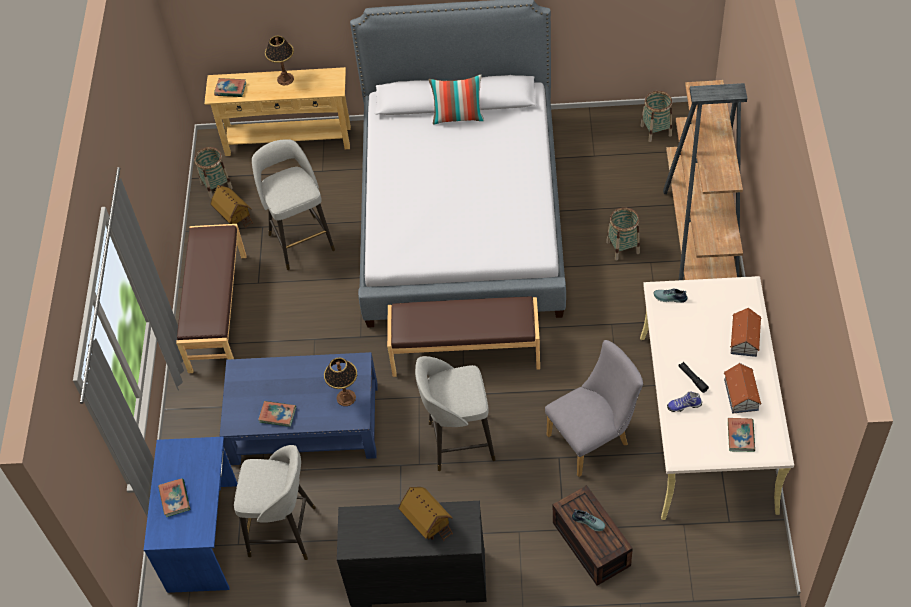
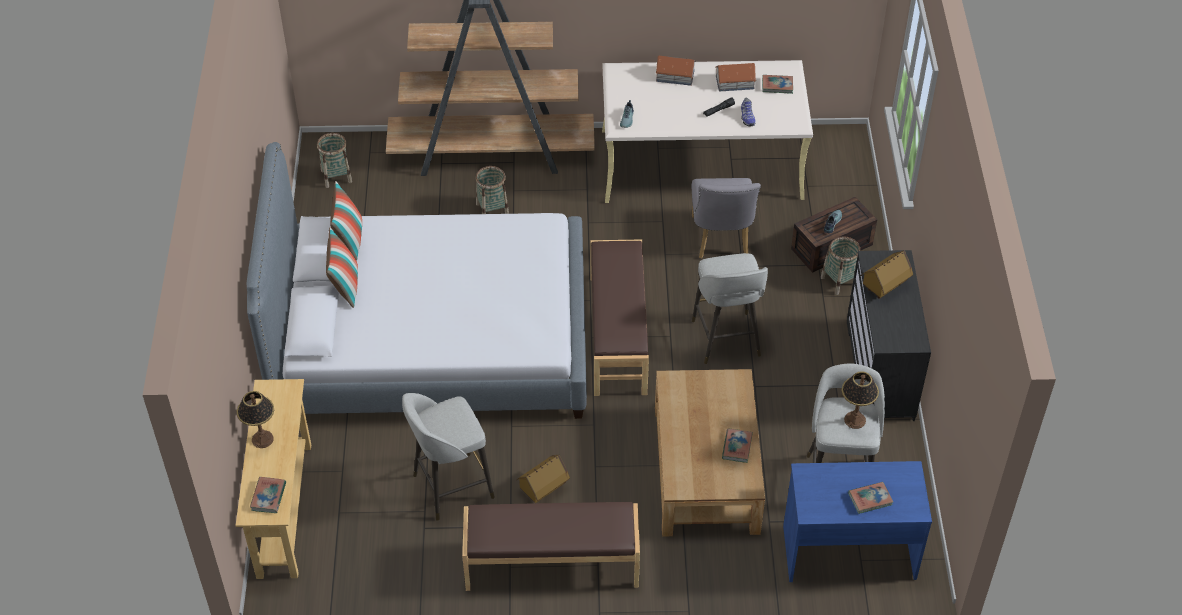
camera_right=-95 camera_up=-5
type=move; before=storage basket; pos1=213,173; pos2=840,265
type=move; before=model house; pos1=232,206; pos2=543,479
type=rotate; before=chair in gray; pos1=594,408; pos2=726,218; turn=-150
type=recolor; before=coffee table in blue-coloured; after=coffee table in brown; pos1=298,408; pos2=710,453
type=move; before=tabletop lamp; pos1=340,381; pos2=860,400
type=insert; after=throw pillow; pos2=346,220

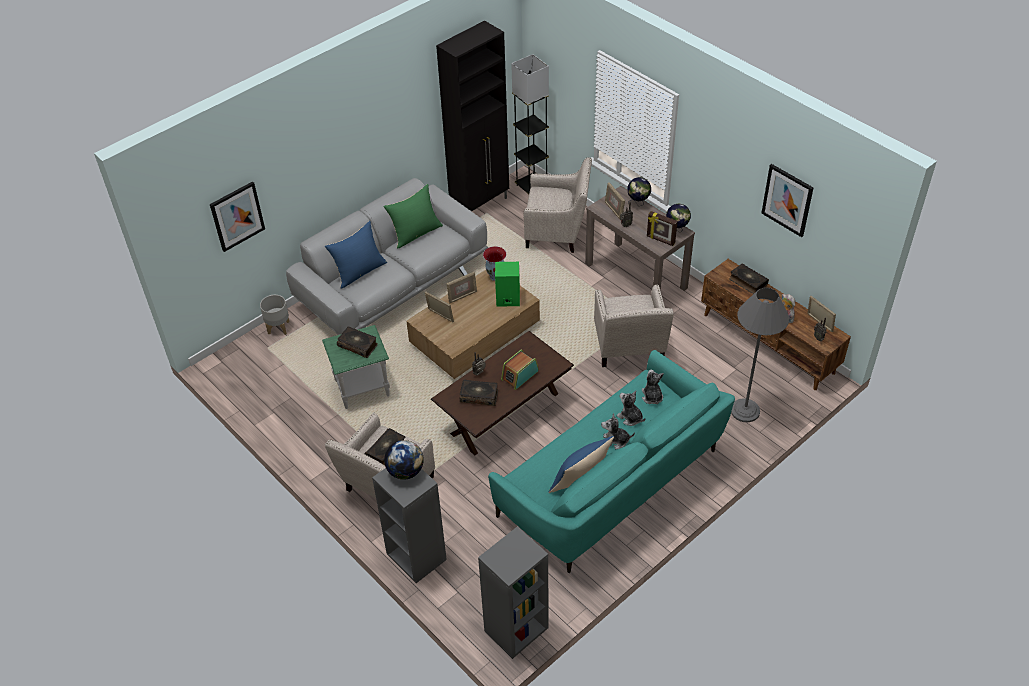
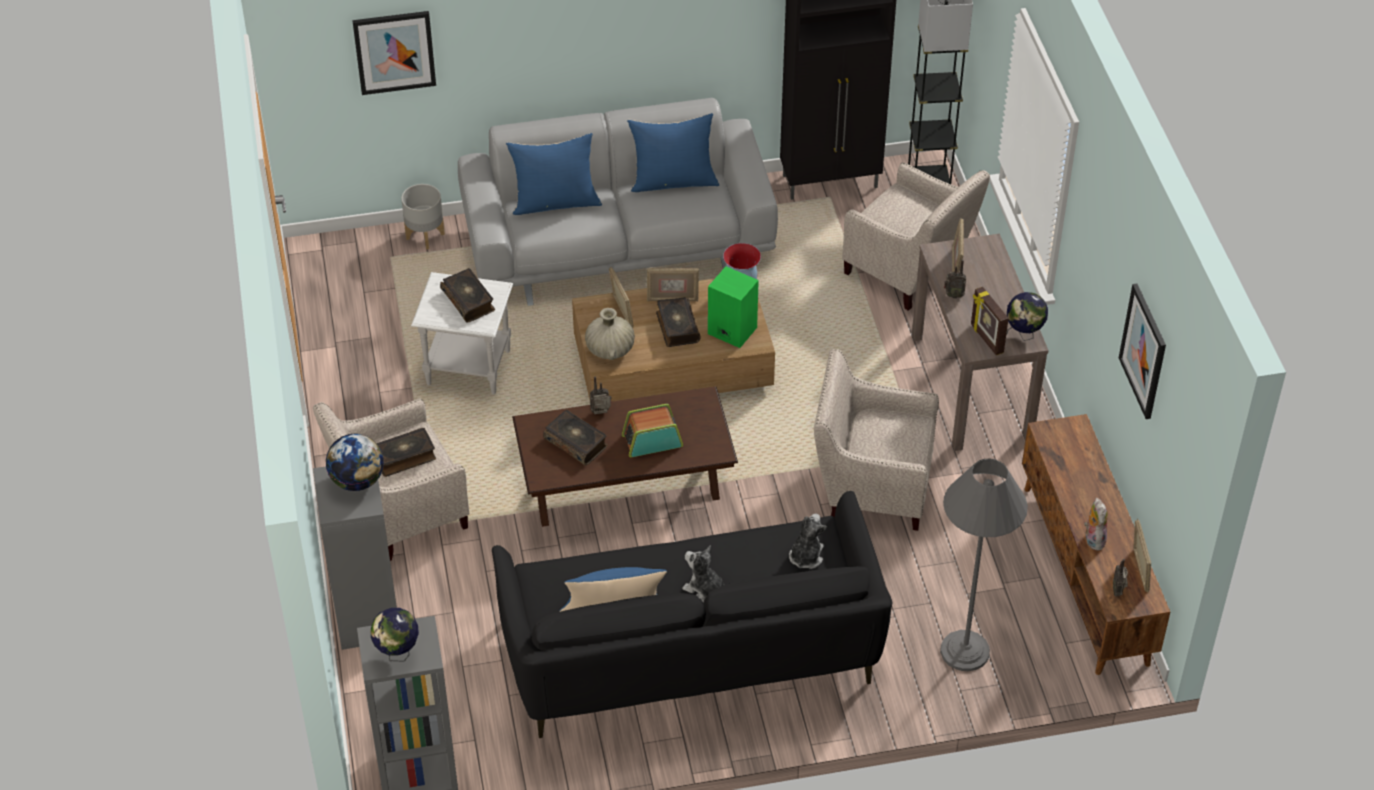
camera_right=30 camera_up=0
type=move; before=world globe; pos1=639,191; pos2=394,635
type=recolor; before=throw pillow in green; after=throw pillow in blue-coloured; pos1=413,216; pos2=673,152
type=move; before=bound book; pos1=749,278; pos2=678,322
type=rotate; before=armchair in sand-coloured; pos1=634,326; pos2=876,440; turn=75
type=recolor; before=end table in green; after=end table in white; pos1=356,367; pos2=462,333
type=recolor; before=settee in blue-green; after=settee in blackish; pos1=611,461; pos2=692,614
type=delete; before=plush toy; pos1=631,408
type=insert; after=vase in sand-coloured; pos2=610,334

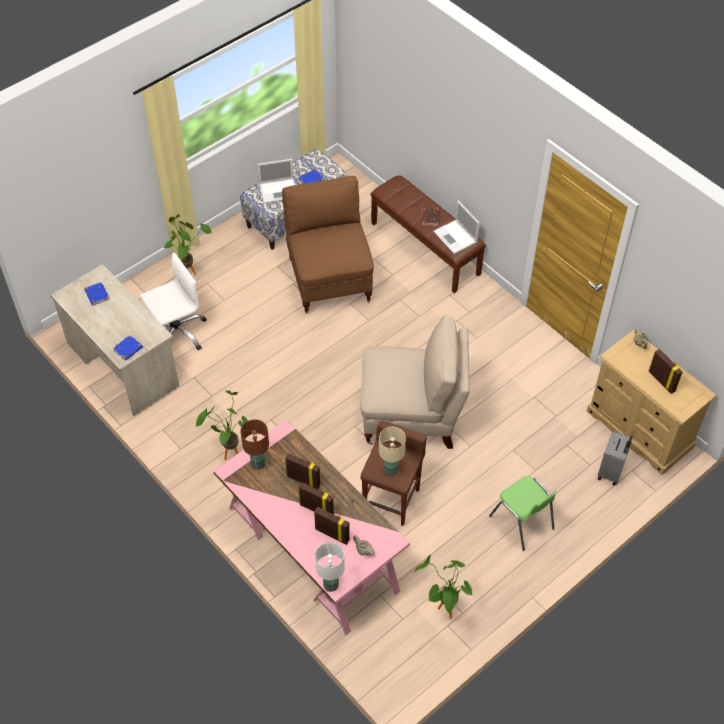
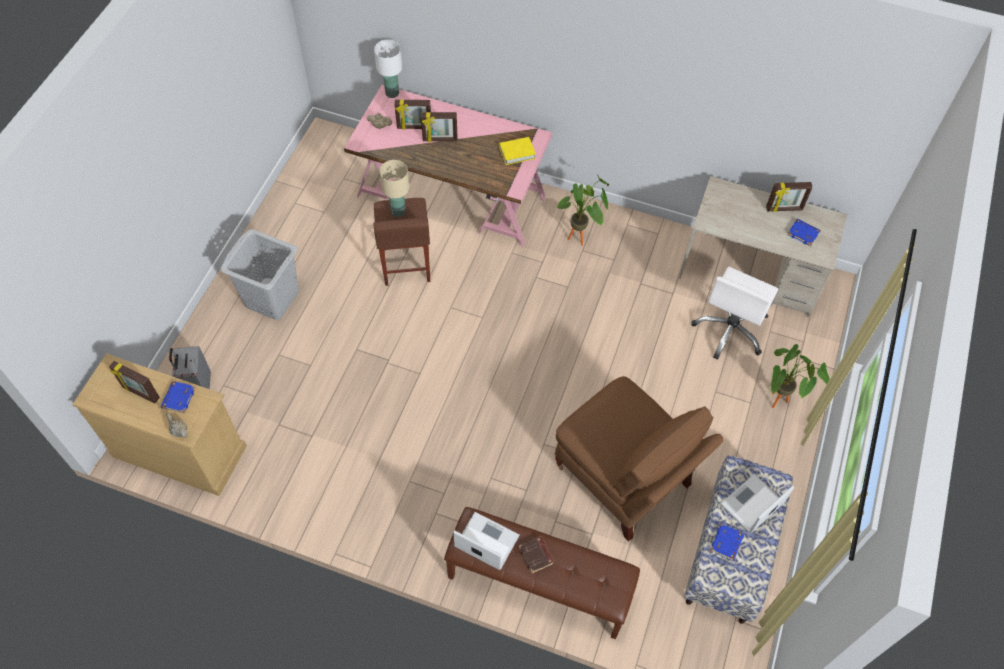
camera_right=150 camera_up=5
type=delete; before=chair in sand-coloured; pos1=415,382
type=move; before=bound book in blue-coloured; pos1=128,348; pos2=178,397
type=replace; before=tabletop lamp in brown; after=bound book in yellow; pos1=254,444; pos2=517,151
type=move; before=photo frame; pos1=303,471; pos2=789,197
type=replace; before=chair in green; after=washing basket in gray; pos1=523,513; pos2=259,274
type=delete; before=potted plant; pos1=443,587

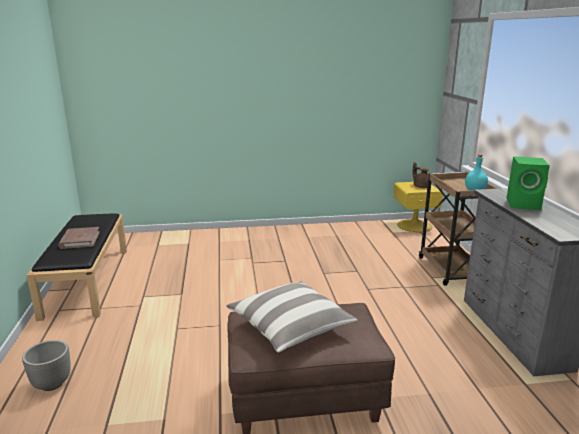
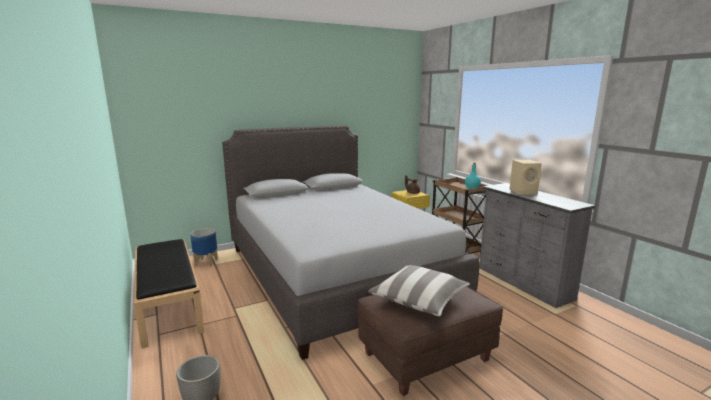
camera_right=-20 camera_up=-5
type=recolor; before=speaker in green; after=speaker in sand-coloured; pos1=528,183; pos2=526,177
type=delete; before=bound book in brown; pos1=79,238
type=insert; after=sleeping bed in gray; pos2=351,242
type=insert; after=flower pot; pos2=204,247

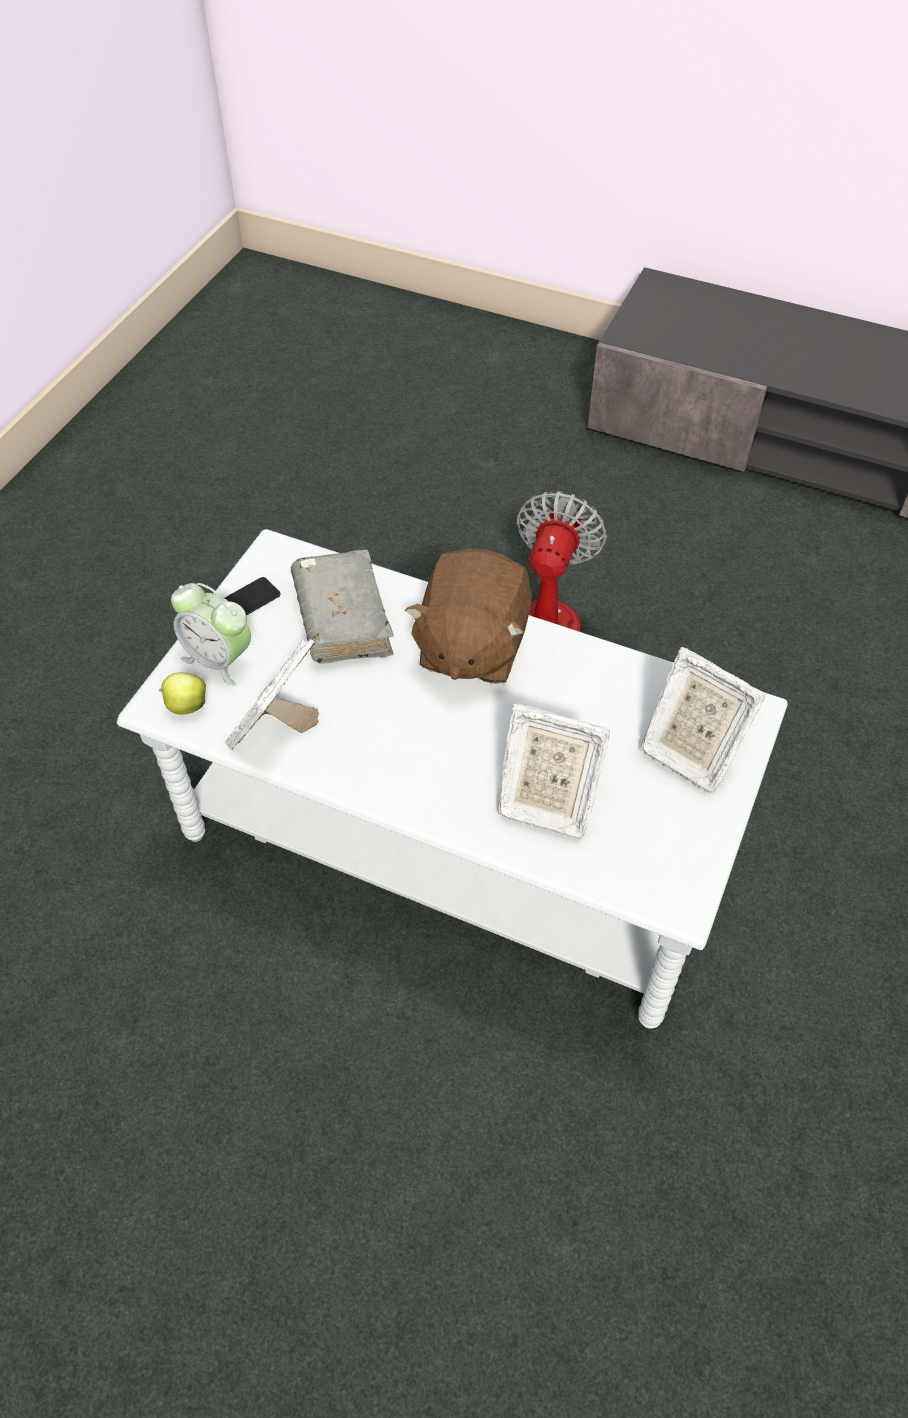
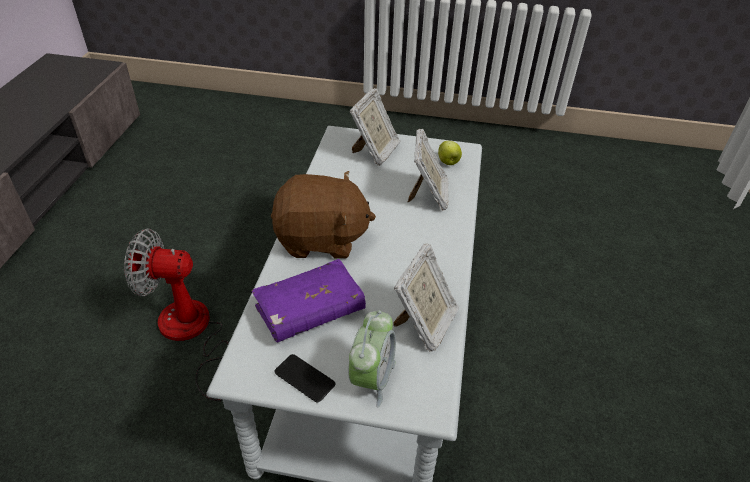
camera_right=-105 camera_up=-10
type=recolor; before=bound book in gray; after=bound book in purple; pos1=342,607; pos2=309,300
type=rotate; before=photo frame; pos1=272,694; pos2=426,297; turn=-75
type=move; before=apple; pos1=182,693; pos2=450,153

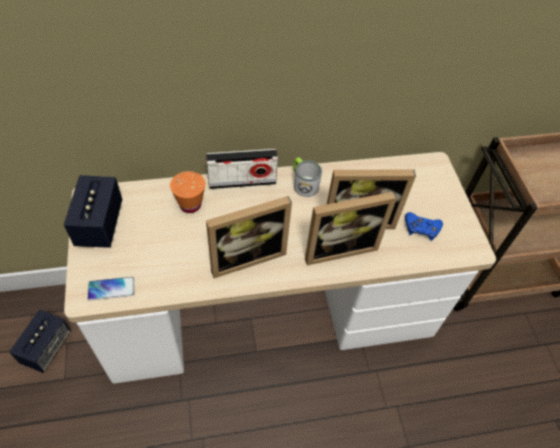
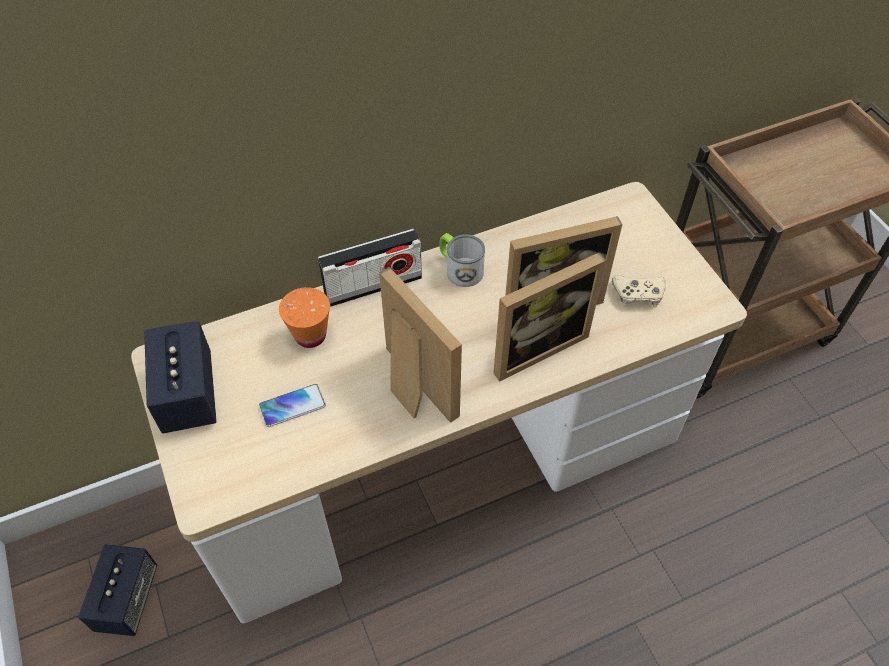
camera_right=-10 camera_up=0
type=rotate; before=photo frame; pos1=249,237; pos2=420,345; turn=-90
type=recolor; before=gamepad in blue-coloured; after=gamepad in sand-coloured; pos1=424,226; pos2=639,291
type=move; before=handset; pos1=111,289; pos2=292,405

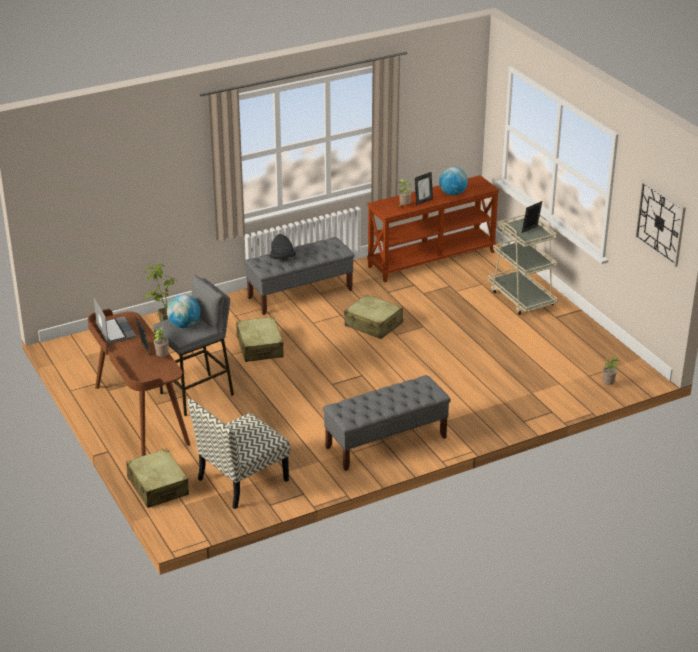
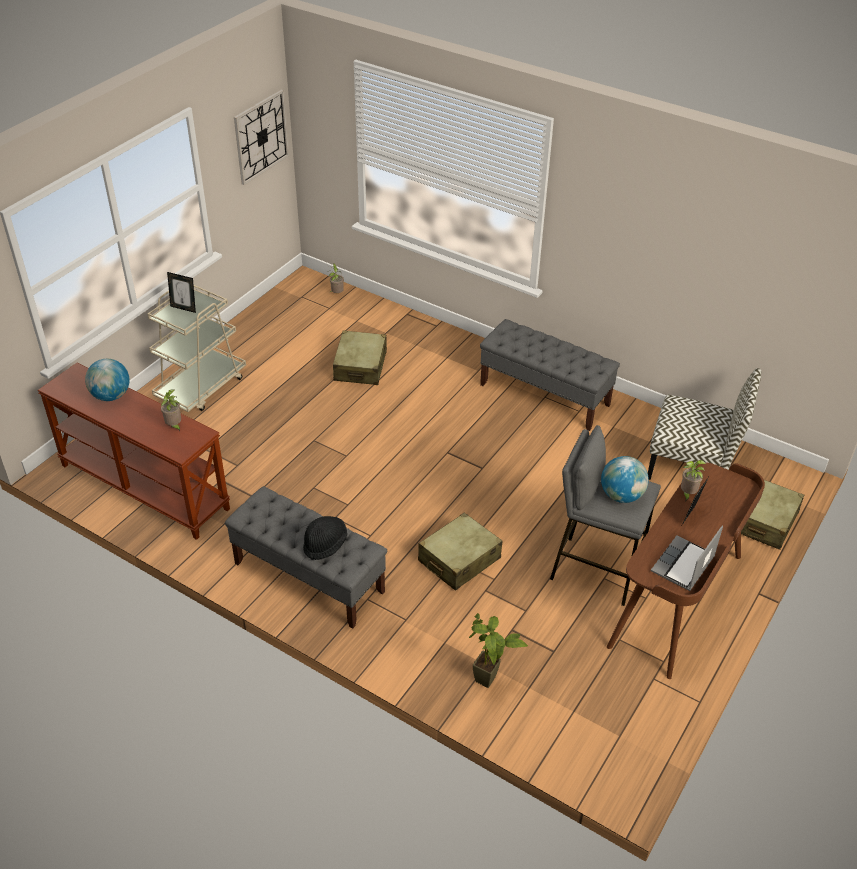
camera_right=-120 camera_up=10
type=delete; before=photo frame; pos1=424,188
type=move; before=travel case in sand-coloured; pos1=373,316; pos2=360,357

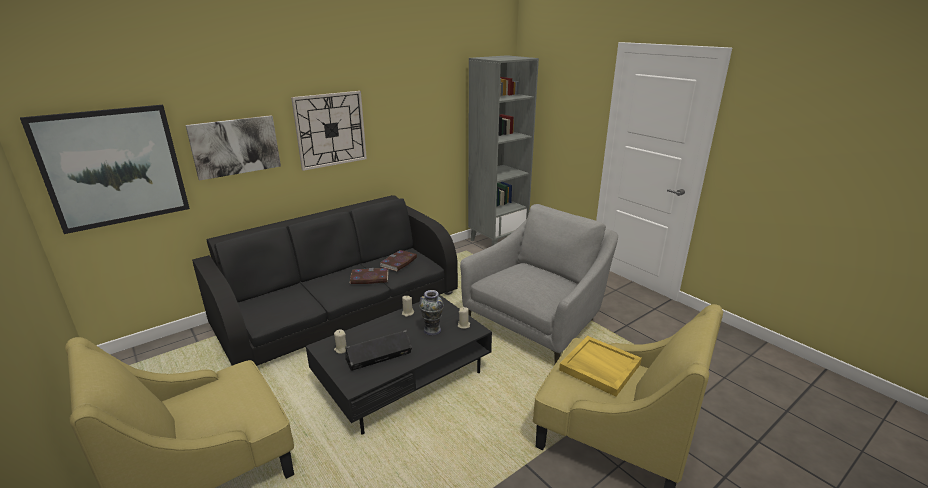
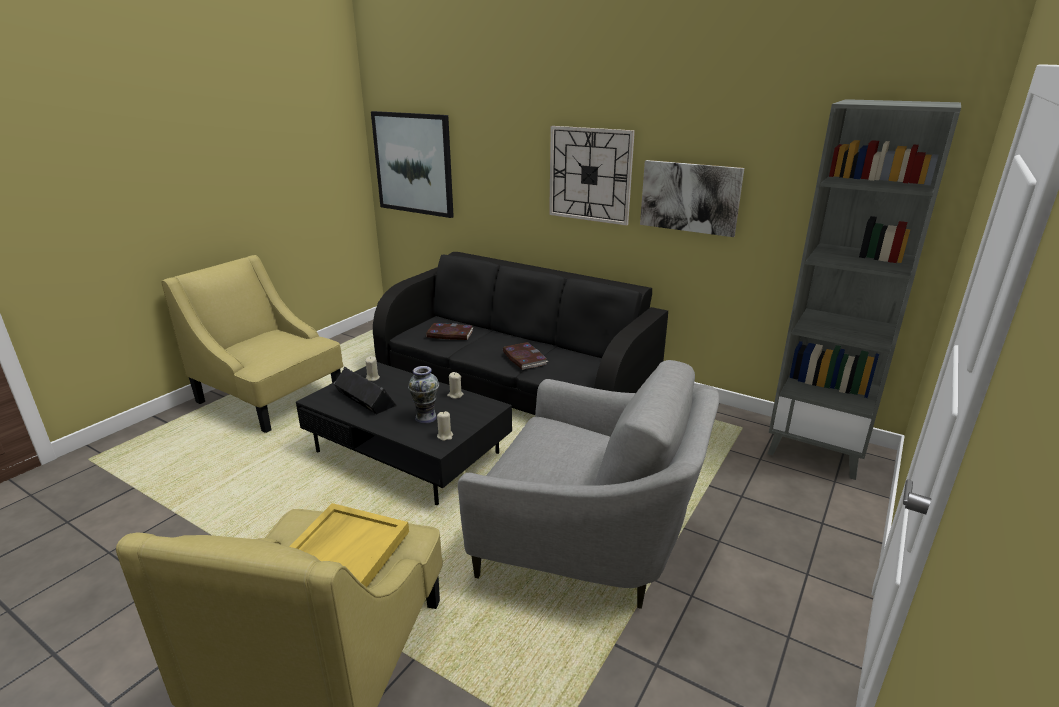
camera_right=70 camera_up=0
type=move; before=wall picture; pos1=233,148; pos2=692,198
type=move; before=bound book; pos1=398,260; pos2=449,331

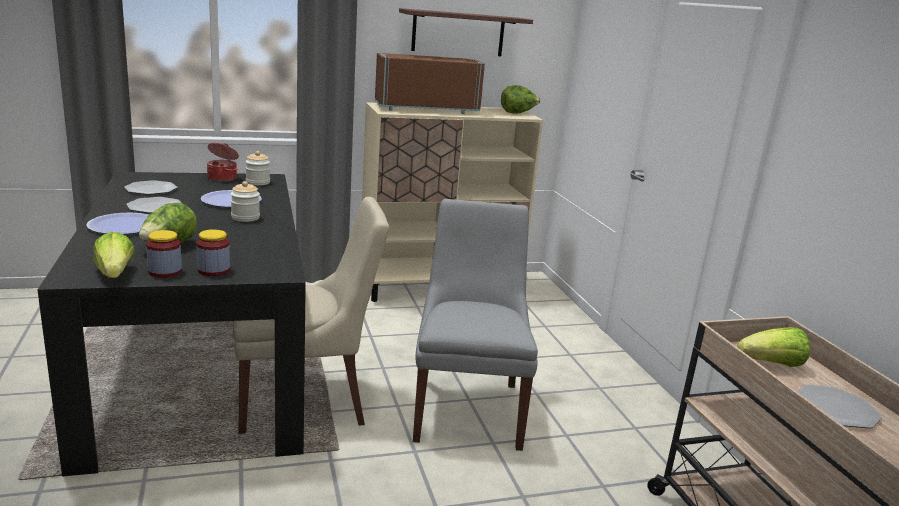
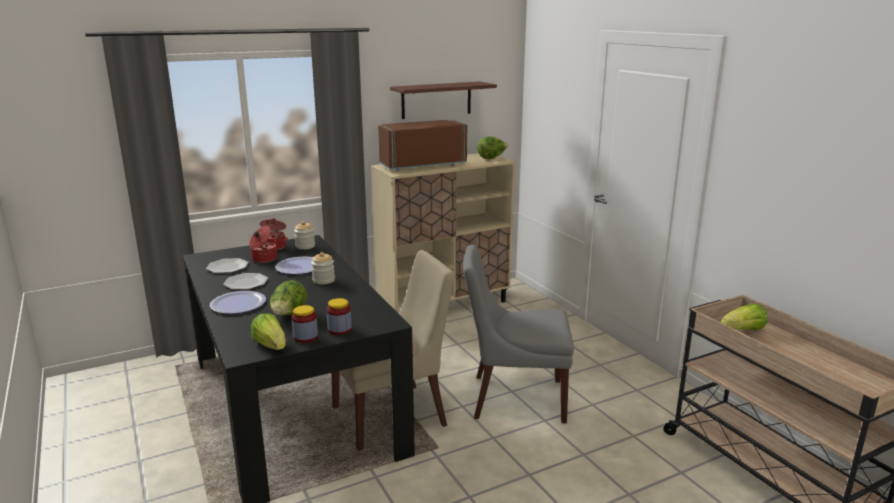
camera_right=-10 camera_up=0
type=rotate; before=chair in gray; pos1=475,325; pos2=518,334; turn=-75
type=delete; before=plate; pos1=839,407
type=insert; after=saucepot; pos2=263,244

